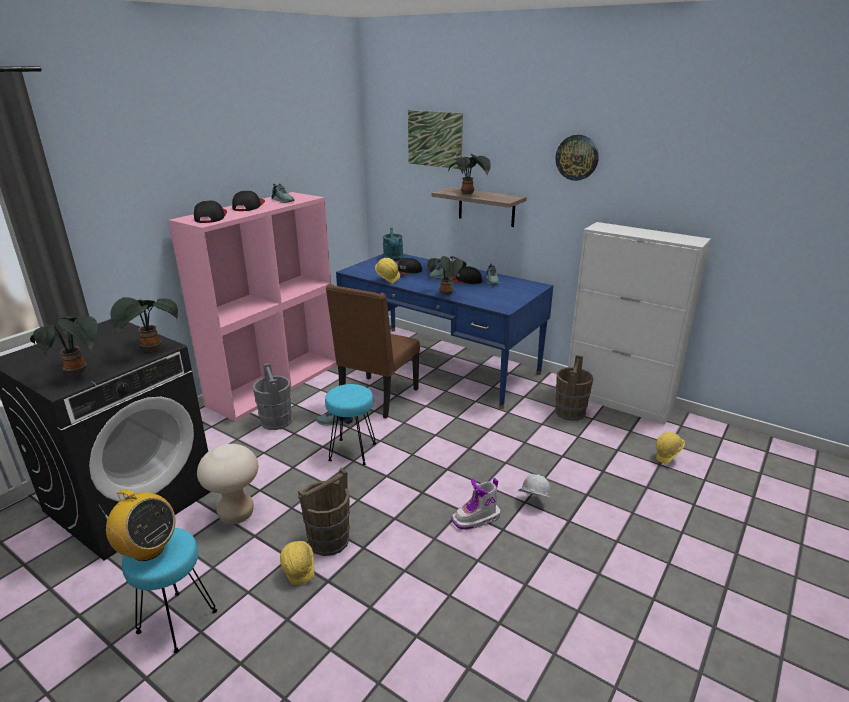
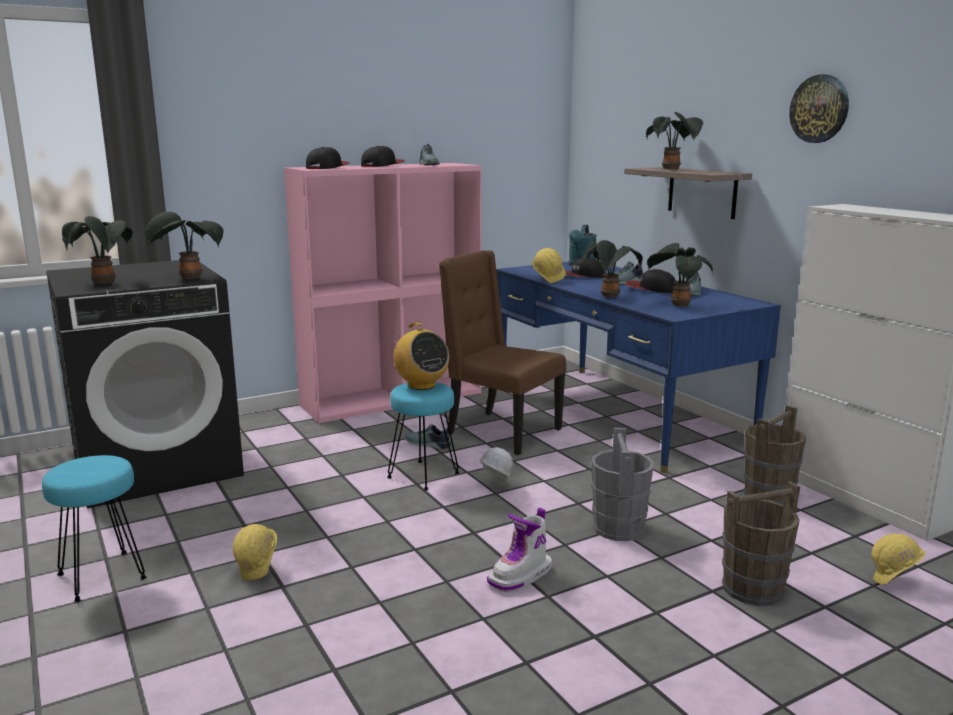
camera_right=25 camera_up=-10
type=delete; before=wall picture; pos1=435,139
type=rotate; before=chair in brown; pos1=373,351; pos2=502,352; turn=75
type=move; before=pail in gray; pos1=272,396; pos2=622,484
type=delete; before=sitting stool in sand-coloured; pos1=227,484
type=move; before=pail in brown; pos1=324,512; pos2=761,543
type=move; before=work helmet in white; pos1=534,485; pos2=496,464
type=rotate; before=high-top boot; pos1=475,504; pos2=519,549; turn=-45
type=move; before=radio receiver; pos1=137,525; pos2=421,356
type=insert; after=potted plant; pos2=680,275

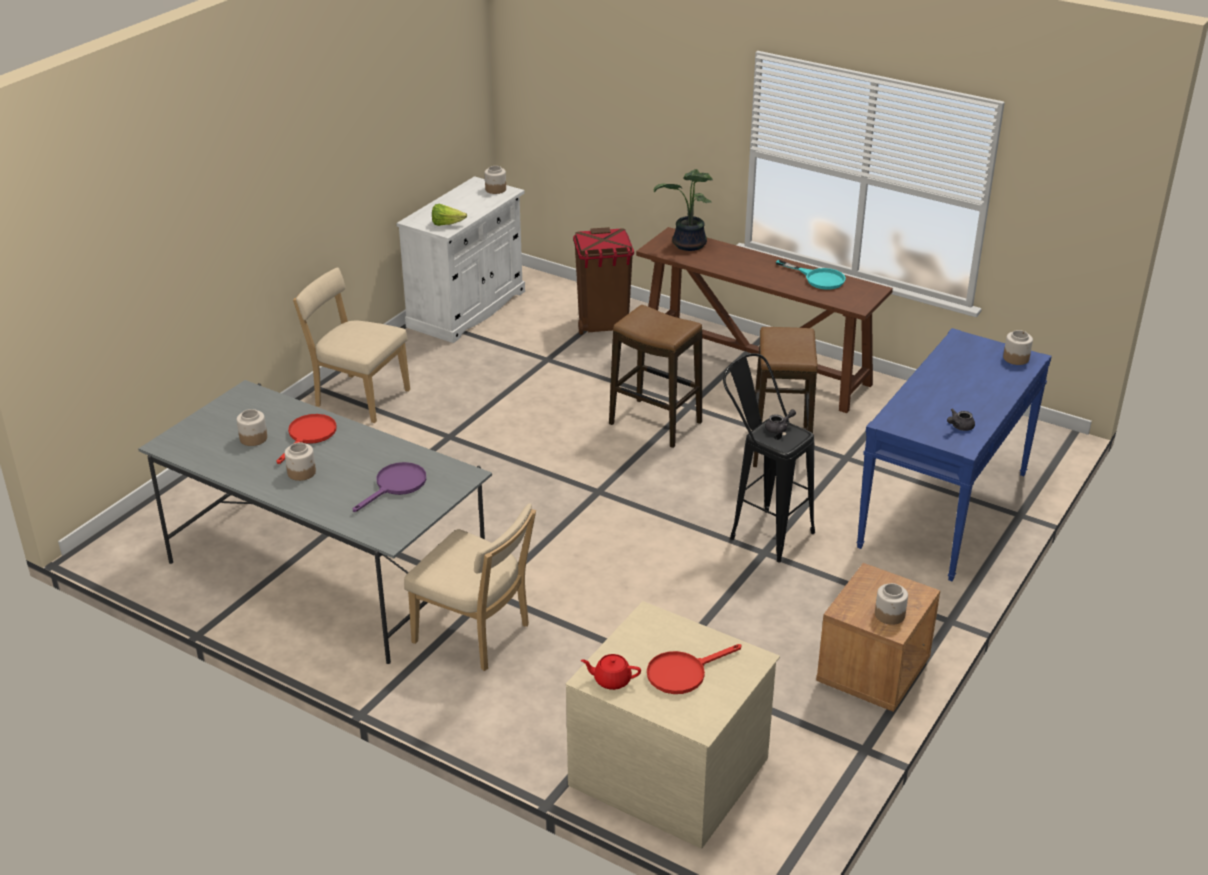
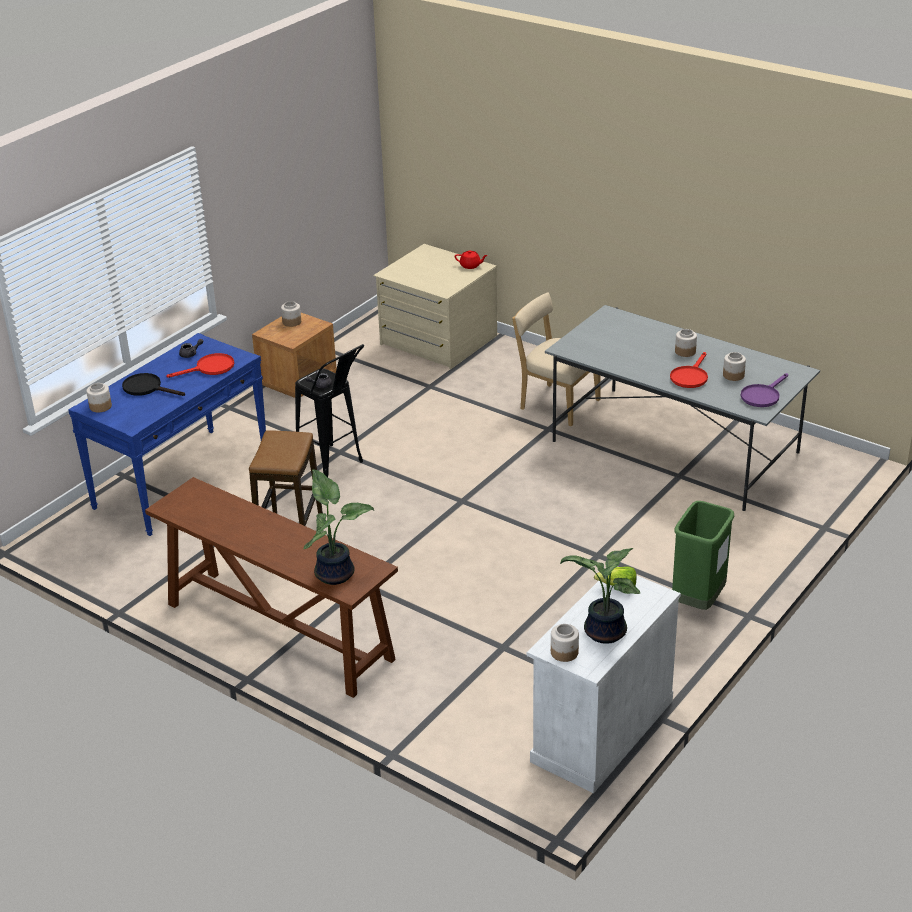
camera_right=-175 camera_up=0
type=delete; before=trash can in brown; pos1=603,281
type=delete; before=skillet in blue-green; pos1=811,275
type=replace; before=chair in sand-coloured; after=trash can in green; pos1=351,345; pos2=703,555
type=delete; before=sitting stool; pos1=655,376
type=move; before=skillet in purple; pos1=389,487; pos2=764,390
type=move; before=skillet in reddish; pos1=694,669; pos2=200,365
type=insert; after=skillet in blackish; pos2=153,384
type=insert; after=potted plant; pos2=600,596

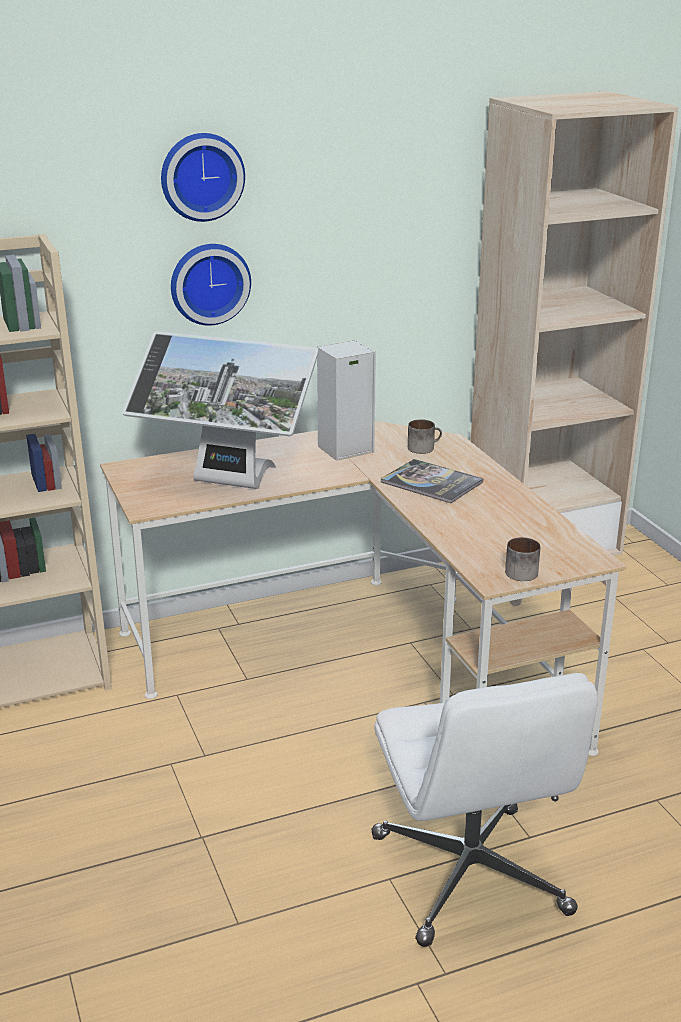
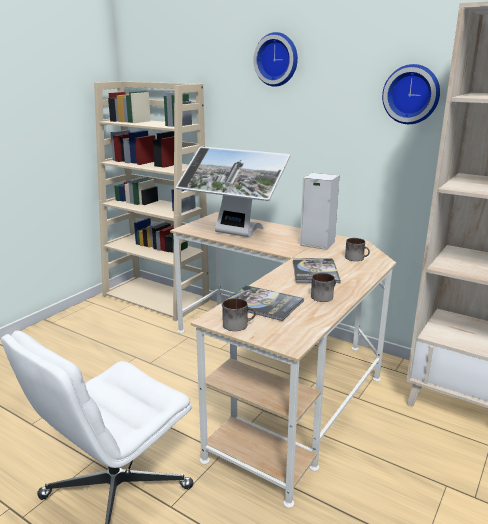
camera_right=55 camera_up=-5
type=move; before=clock on the wall; pos1=211,285; pos2=411,94
type=rotate; before=computer display; pos1=220,410; pos2=233,192; turn=-45
type=insert; after=coffee mug; pos2=323,287
type=insert; after=bound book; pos2=262,303

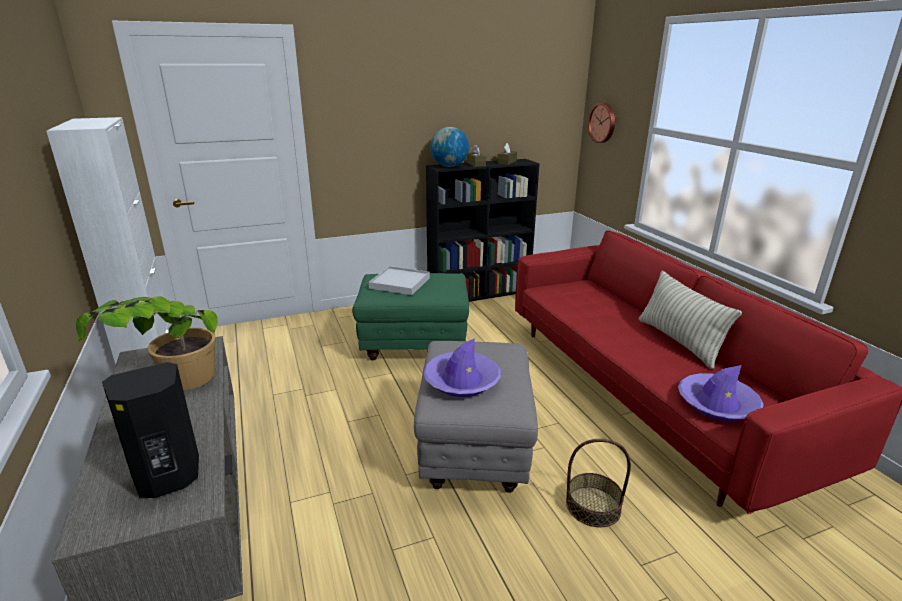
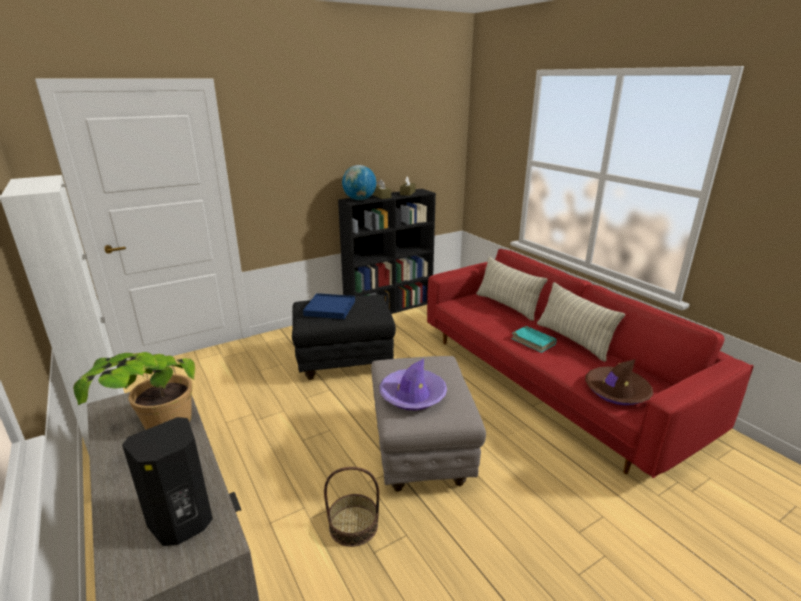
camera_right=-10 camera_up=0
type=delete; before=clock on the wall; pos1=601,123
type=recolor; before=serving tray in white; after=serving tray in blue-coloured; pos1=399,280; pos2=329,306
type=recolor; before=ottoman in green; after=ottoman in blackish; pos1=410,316; pos2=344,337
type=recolor; before=clothing hat in purple; after=clothing hat in brown; pos1=721,393; pos2=619,382
type=move; before=storage basket; pos1=598,483; pos2=351,507
type=insert; after=throw pillow; pos2=512,289
type=insert; after=bound book in blue-green; pos2=534,339

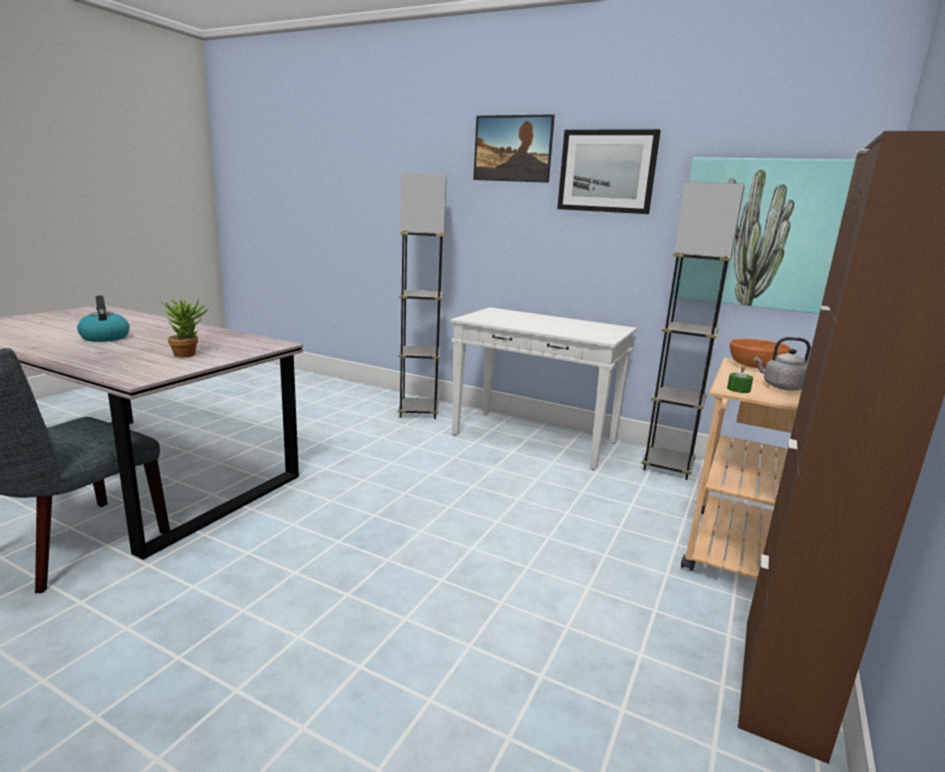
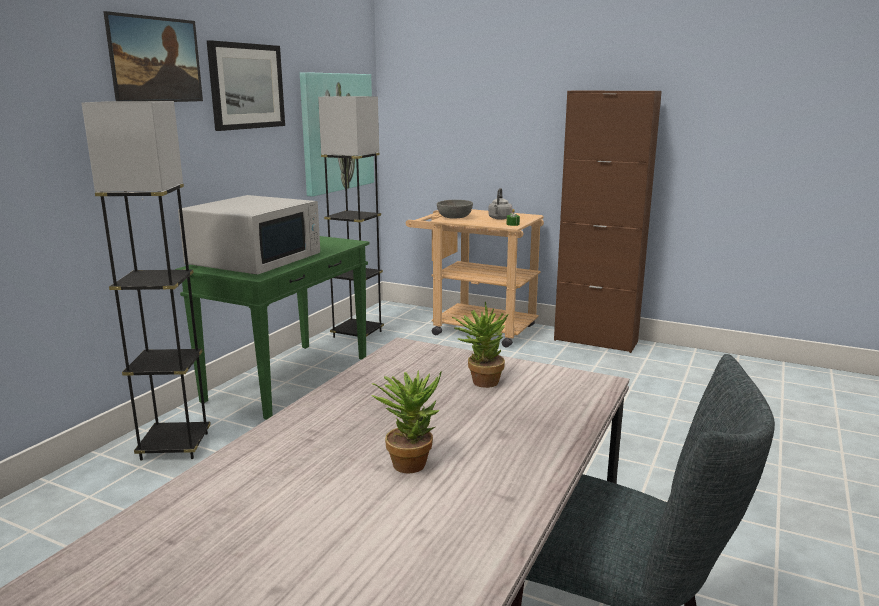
camera_right=-90 camera_up=0
type=replace; before=kettle; after=potted plant; pos1=103,318; pos2=406,422
type=recolor; before=narrow table in white; after=narrow table in green; pos1=544,388; pos2=272,328
type=recolor; before=serving bowl in orange; after=serving bowl in gray; pos1=760,354; pos2=455,209
type=insert; after=microwave oven in white; pos2=249,235

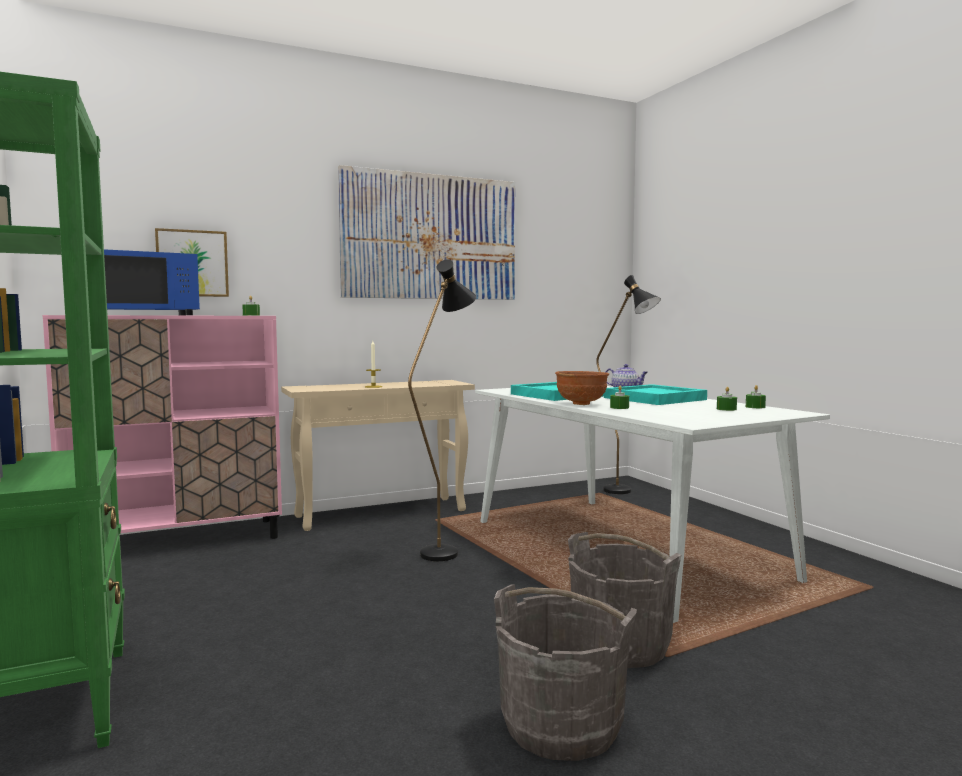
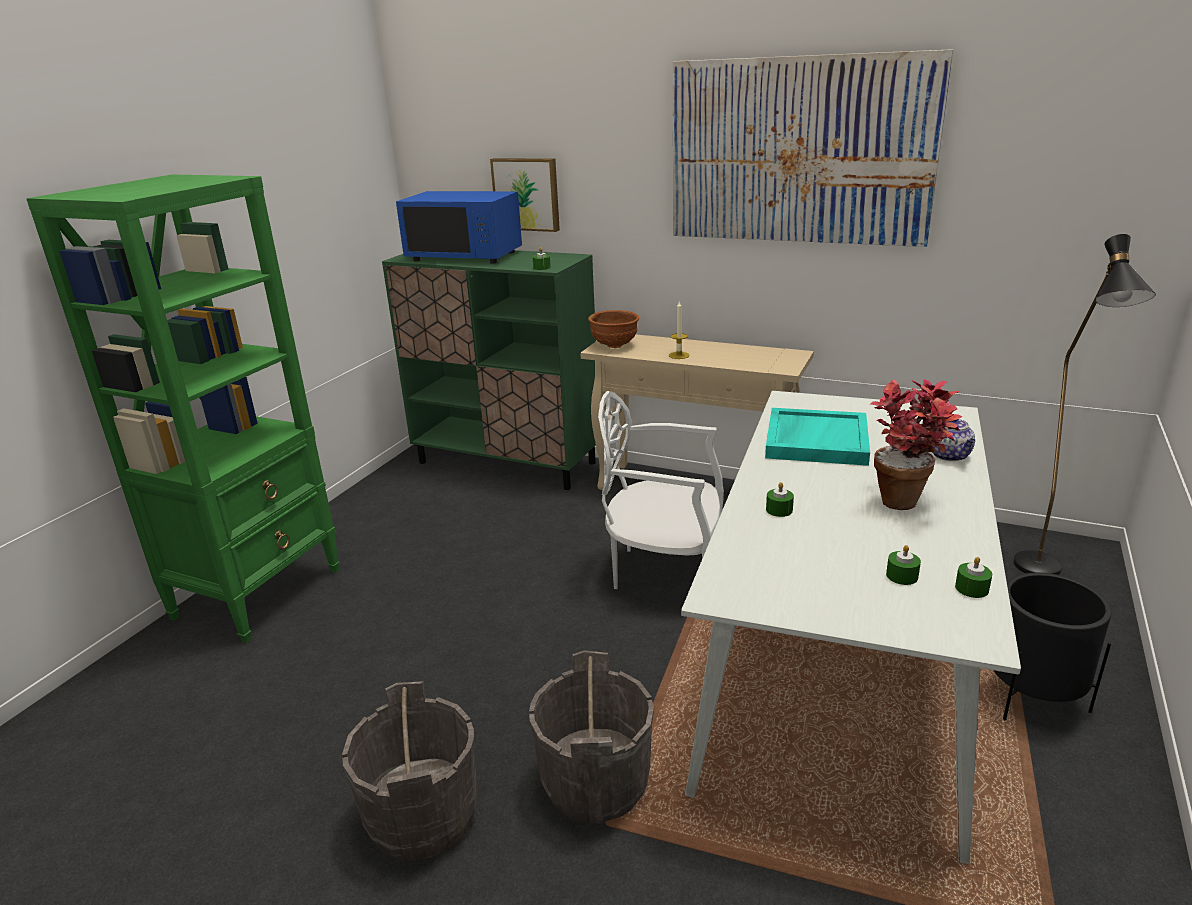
camera_right=50 camera_up=20
type=replace; before=standard lamp in blackish; after=chair in white; pos1=442,410; pos2=661,490
type=recolor; before=cabinet in pink; after=cabinet in green; pos1=162,427; pos2=489,370
type=move; before=serving bowl in brown; pos1=582,388; pos2=613,329
type=replace; before=serving tray in blue-green; after=potted plant; pos1=655,394; pos2=916,444
type=insert; after=flower pot in blackish; pos2=1052,646

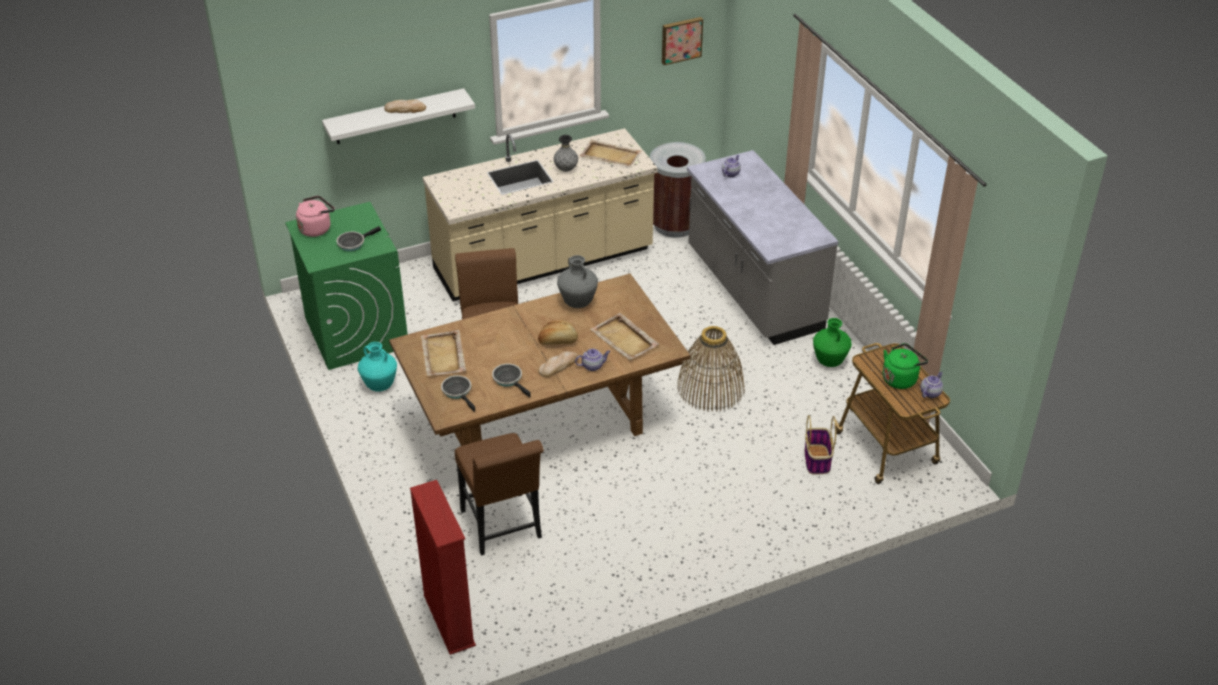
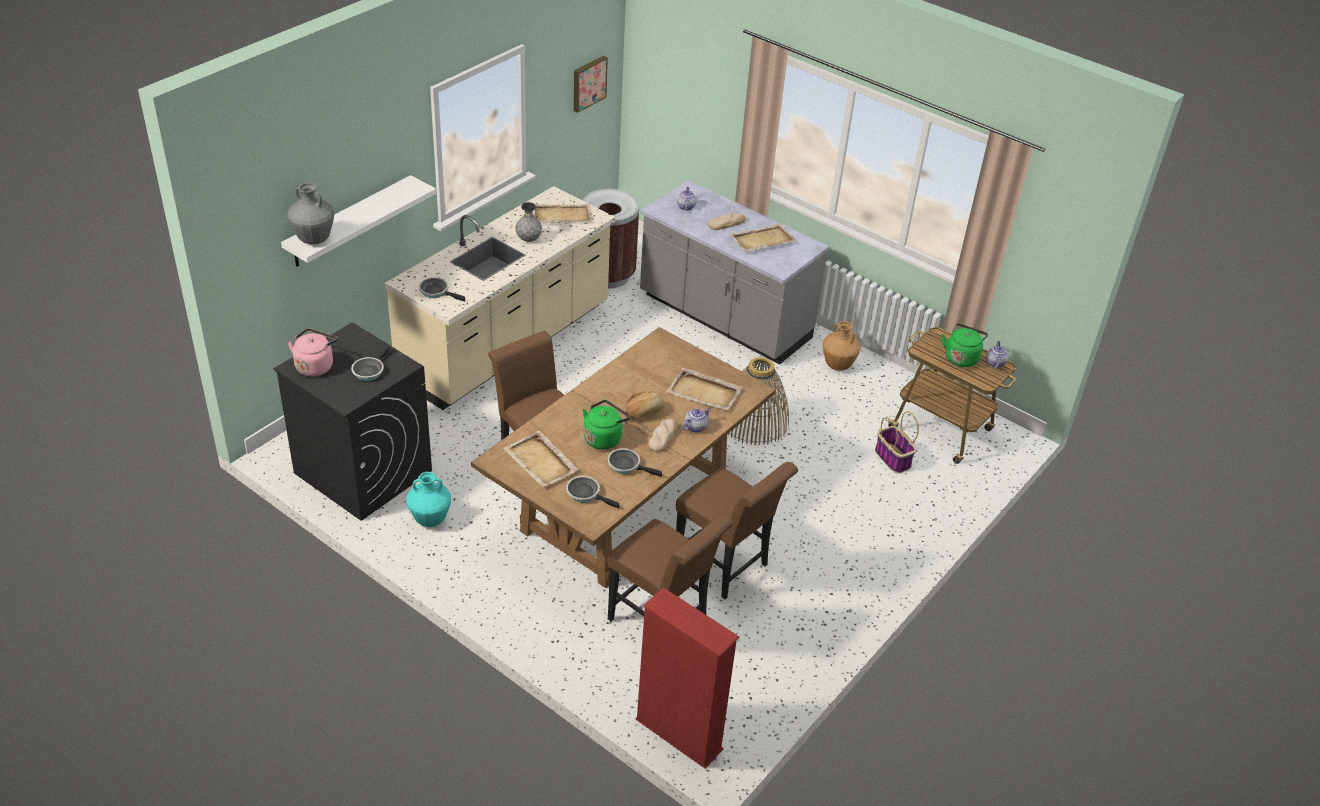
camera_right=-30 camera_up=0
type=move; before=baked bread; pos1=405,106; pos2=727,221
type=recolor; before=laundry machine in green; after=laundry machine in blackish; pos1=346,286; pos2=352,421
type=move; before=vase in gray; pos1=577,281; pos2=310,213
type=recolor; before=vase in green; after=vase in brown; pos1=832,342; pos2=841,346
type=insert; after=serving tray in sand-coloured; pos2=763,238
type=insert; after=skillet; pos2=442,289
type=insert; after=kettle in green; pos2=606,425
type=insert; after=chair in brown; pos2=737,530

